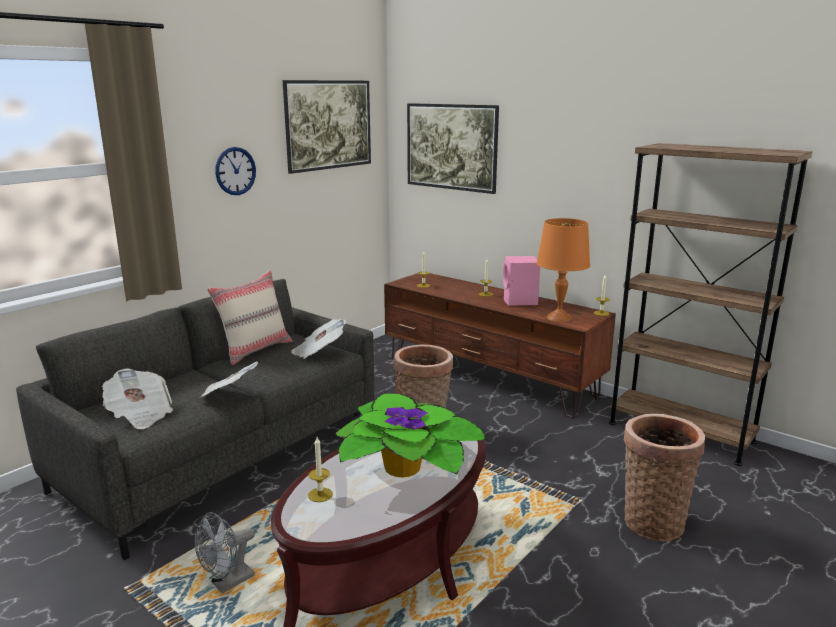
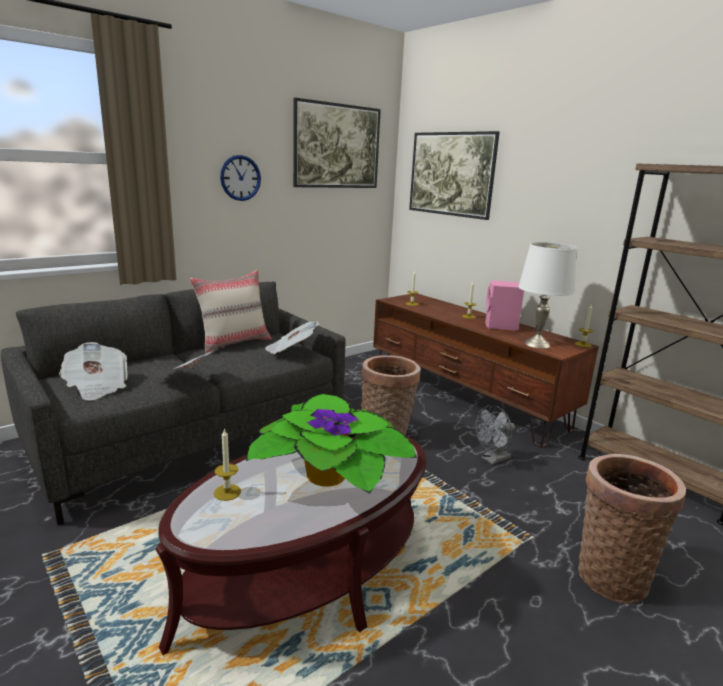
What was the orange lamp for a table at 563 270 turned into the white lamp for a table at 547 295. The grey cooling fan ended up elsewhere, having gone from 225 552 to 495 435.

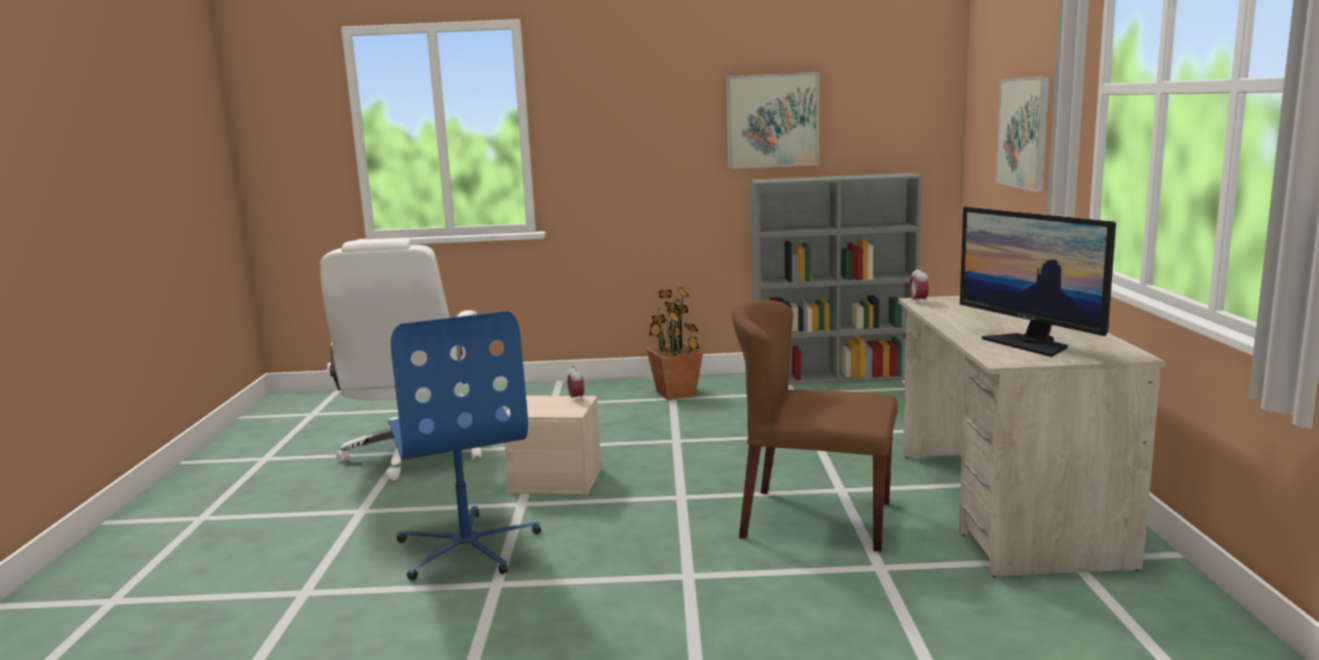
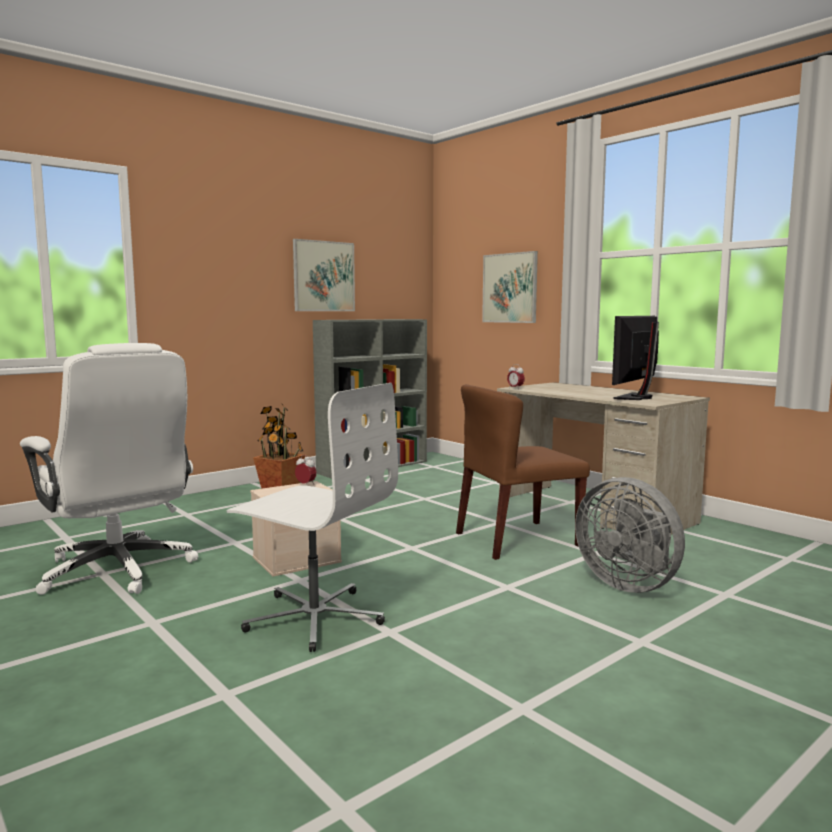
The monitor at 1038 282 ended up facing another way, 105 degrees clockwise from before. What was the bluish computer chair at 465 445 turned into the white computer chair at 312 517. The second view gained the grey cooling fan at 630 535.

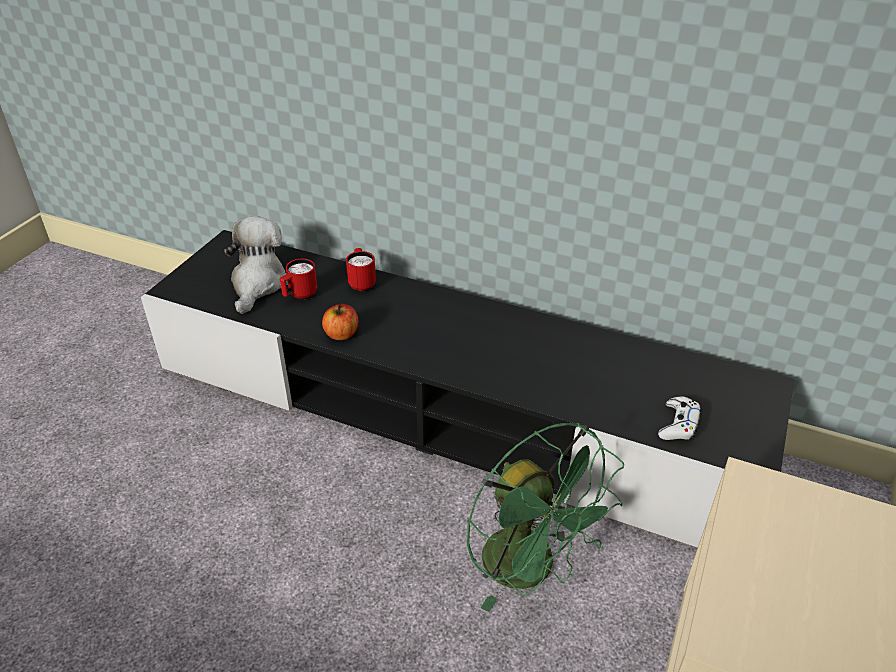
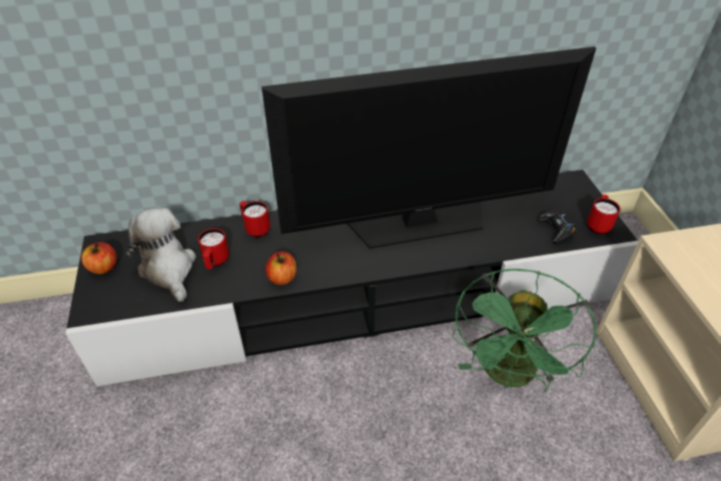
What was the white joypad at 679 418 turned into the black joypad at 557 227. The green cooling fan at 545 517 ended up facing another way, 90 degrees clockwise from before. The second view gained the TV set at 429 148. The second view gained the red-coloured tea mug at 603 214. The second view gained the whole apple at 99 258.

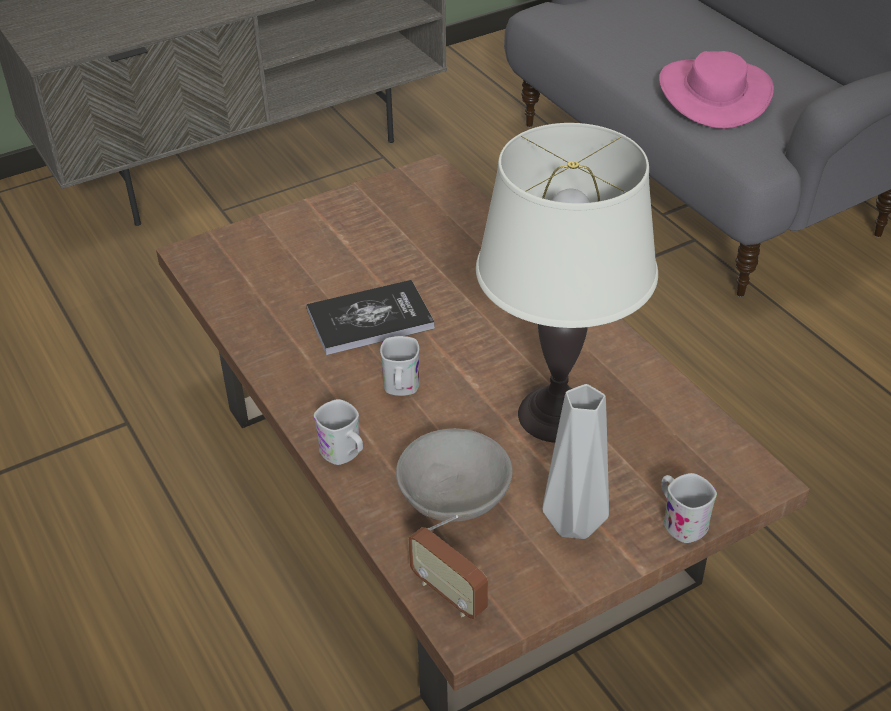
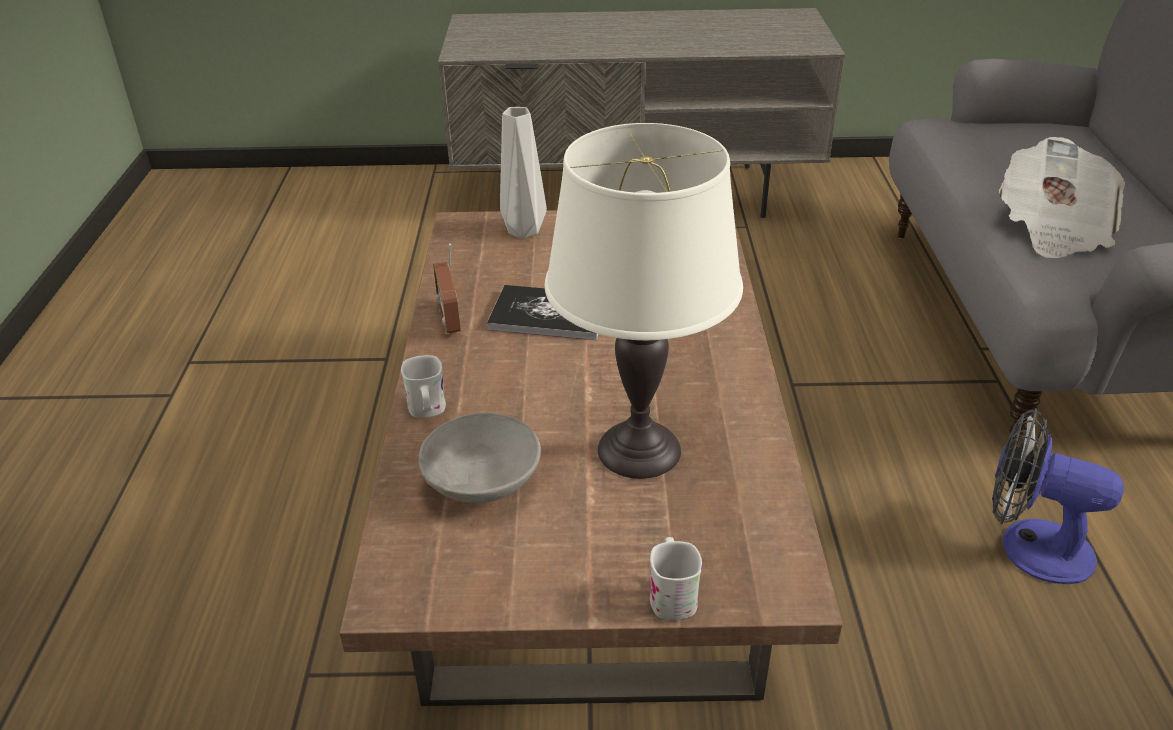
Where the pink-coloured clothing hat stood at 716 90, the newspaper came to stand at 1062 197. The second view lost the white tea mug at 400 366. The grey vase ended up elsewhere, having gone from 575 461 to 523 173. The radio ended up elsewhere, having gone from 448 567 to 447 288. The second view gained the cooling fan at 1058 496.

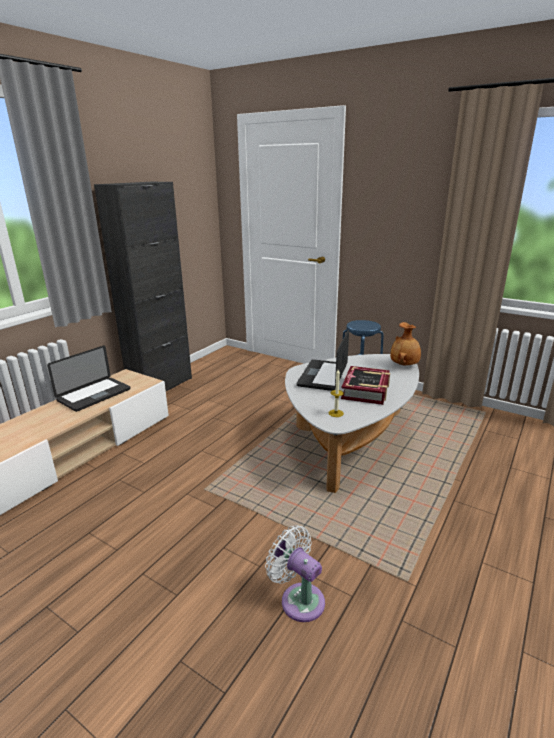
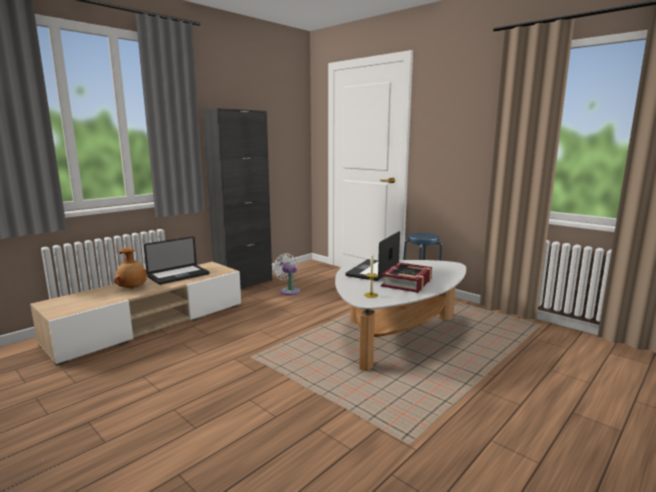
The brownish vase ended up elsewhere, having gone from 405 344 to 130 268. The white cooling fan ended up elsewhere, having gone from 295 573 to 286 274.

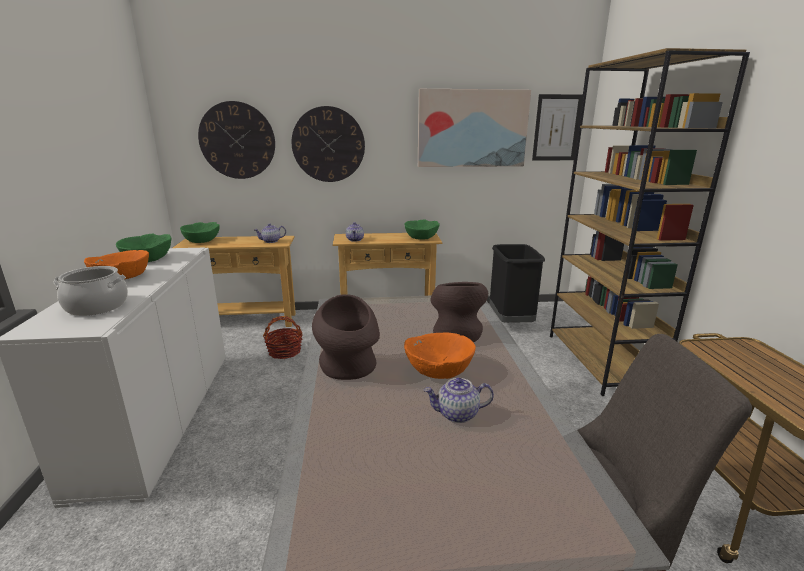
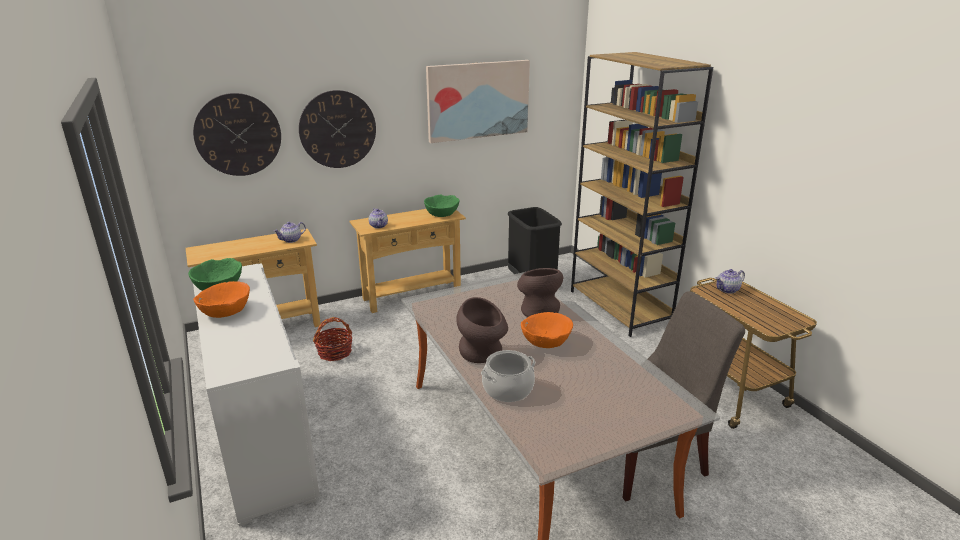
The second view lost the wall art at 557 127. The second view lost the green serving bowl at 200 232. The stockpot ended up elsewhere, having gone from 91 291 to 508 376. The teapot ended up elsewhere, having gone from 459 400 to 730 281.

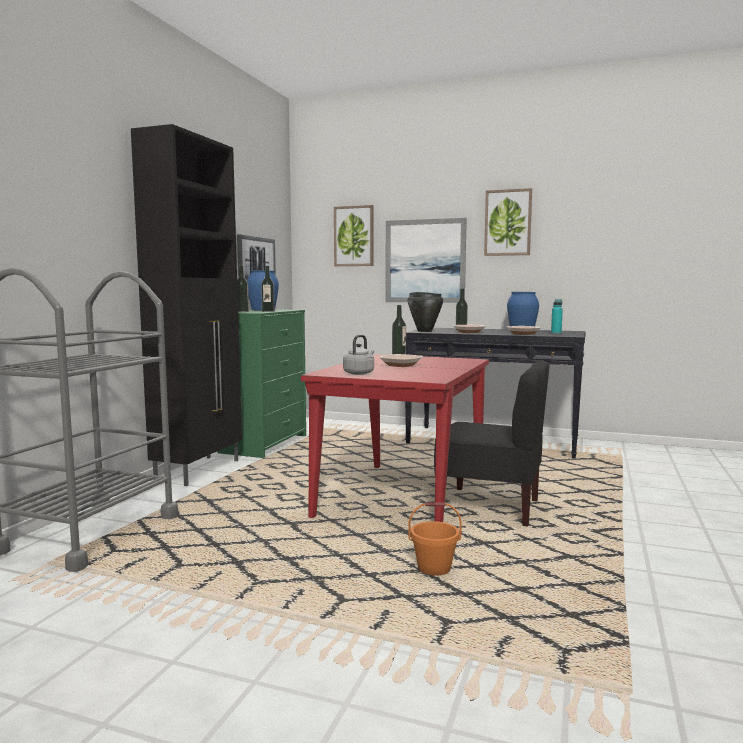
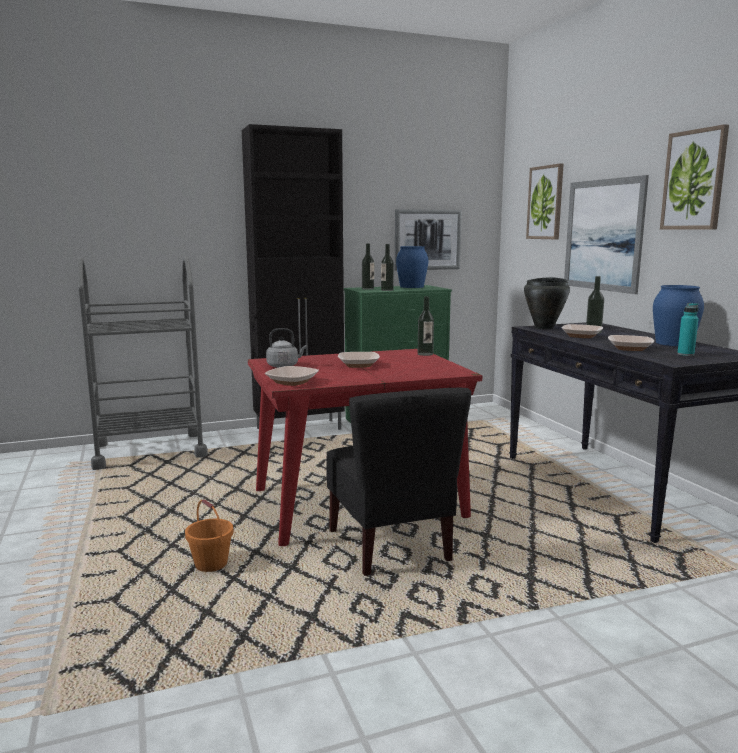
The second view gained the serving bowl at 292 376.

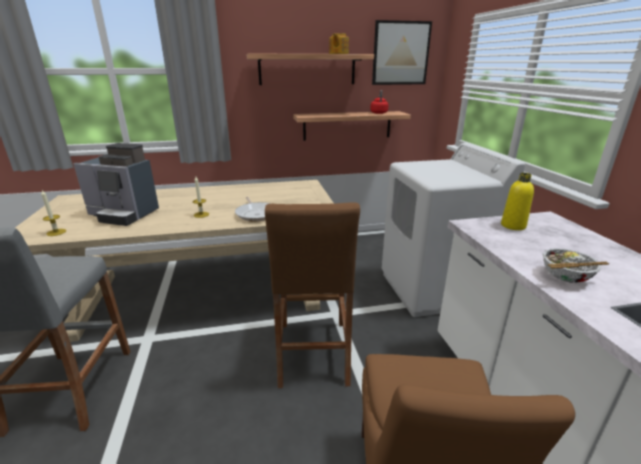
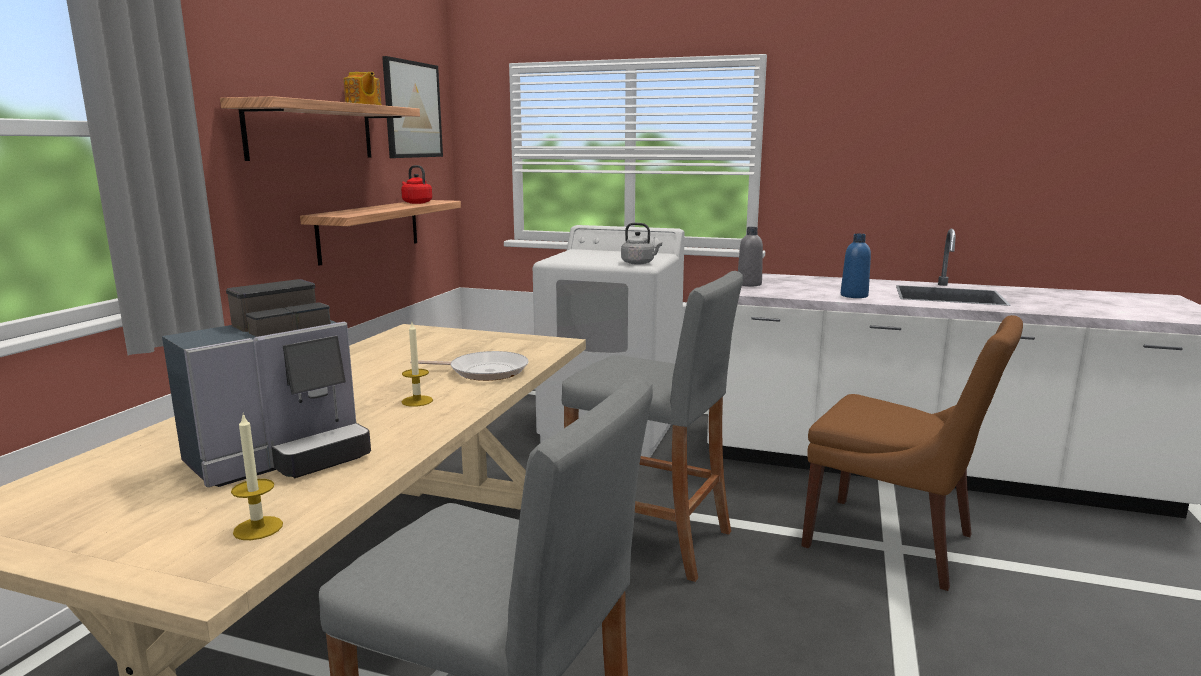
What was the yellow beverage bottle at 517 201 turned into the grey beverage bottle at 750 256. What was the brownish sitting stool at 312 295 turned into the grey sitting stool at 652 426. Where the serving bowl stood at 575 265, the bluish beverage bottle came to stand at 856 266. The second view gained the grey kettle at 641 244.

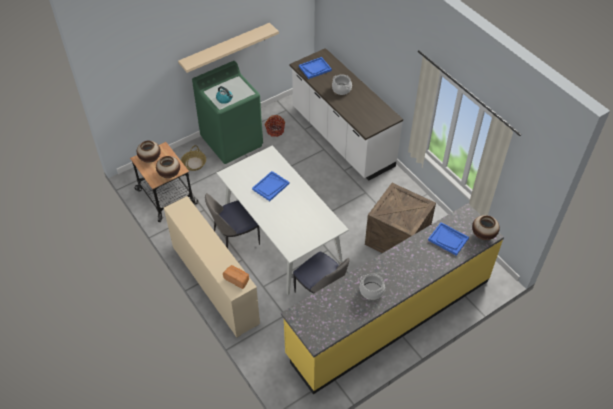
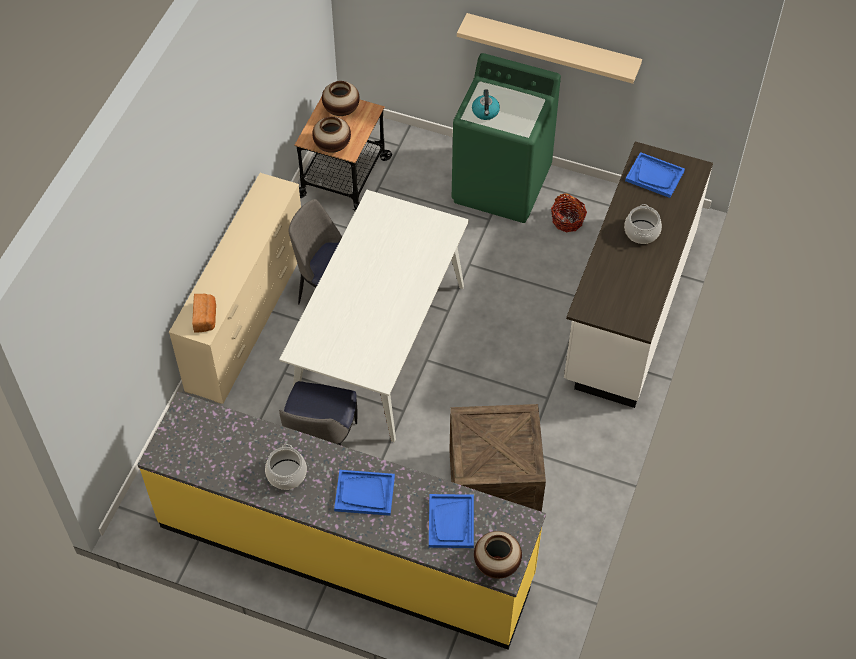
The second view lost the basket at 193 158. The bluish serving tray ended up elsewhere, having gone from 270 186 to 364 493.

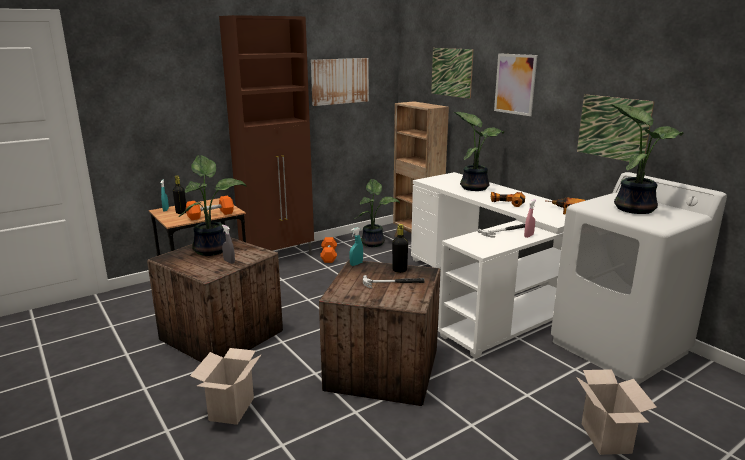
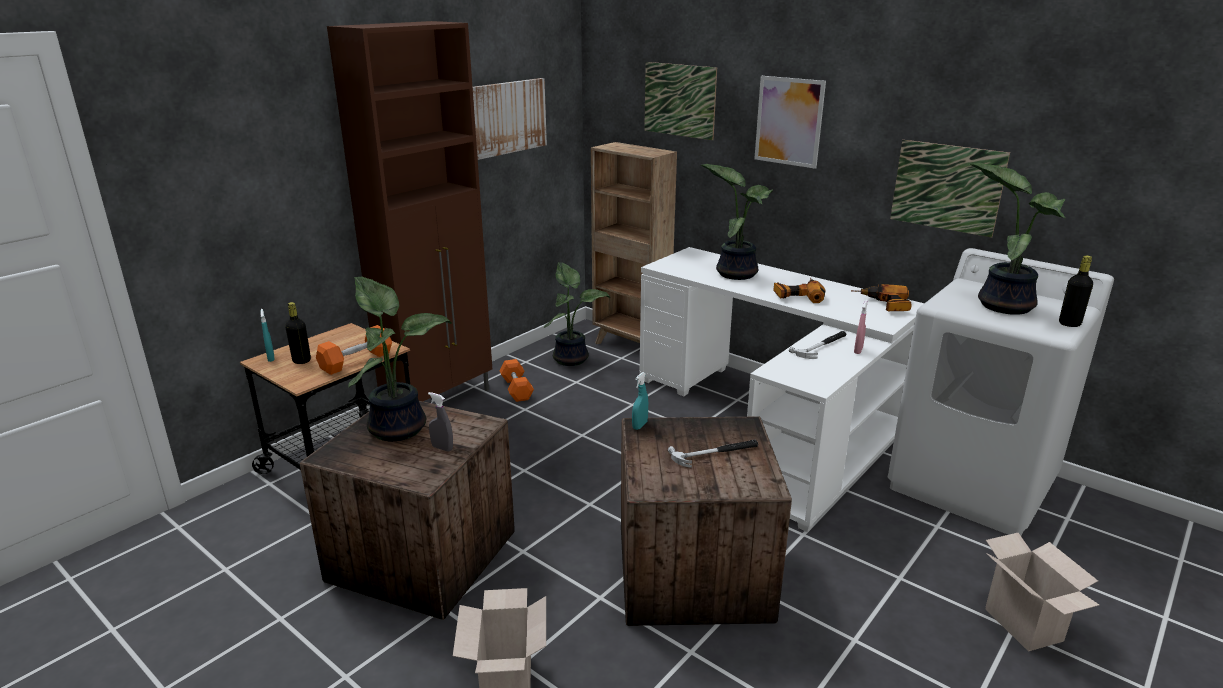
The black beverage bottle ended up elsewhere, having gone from 400 248 to 1076 291.

